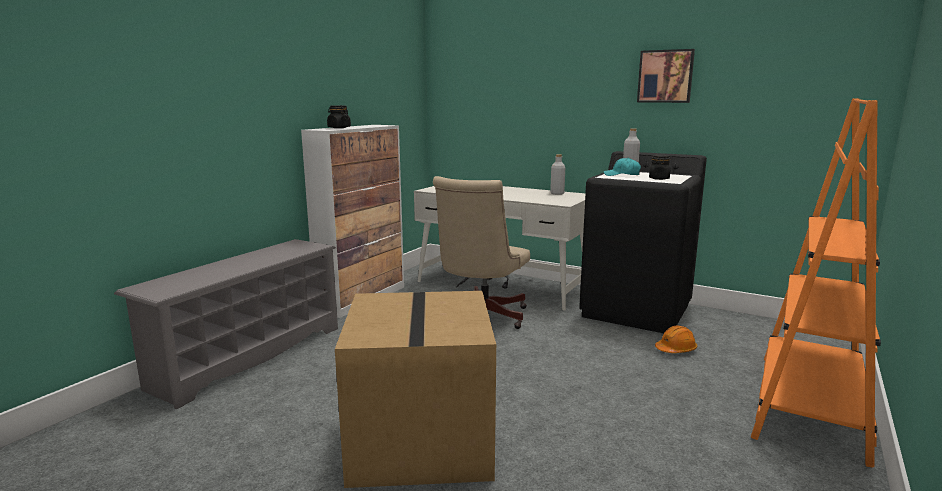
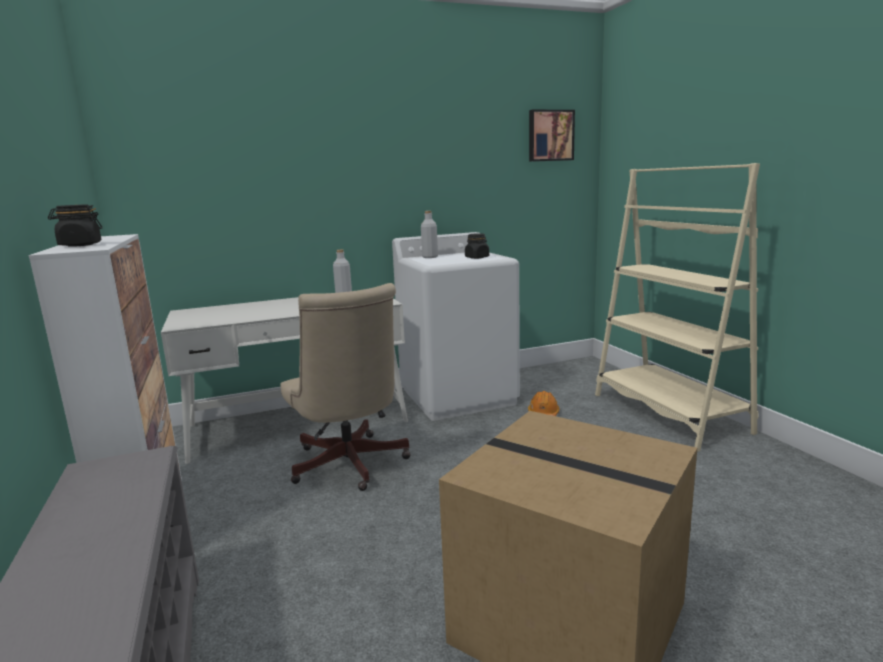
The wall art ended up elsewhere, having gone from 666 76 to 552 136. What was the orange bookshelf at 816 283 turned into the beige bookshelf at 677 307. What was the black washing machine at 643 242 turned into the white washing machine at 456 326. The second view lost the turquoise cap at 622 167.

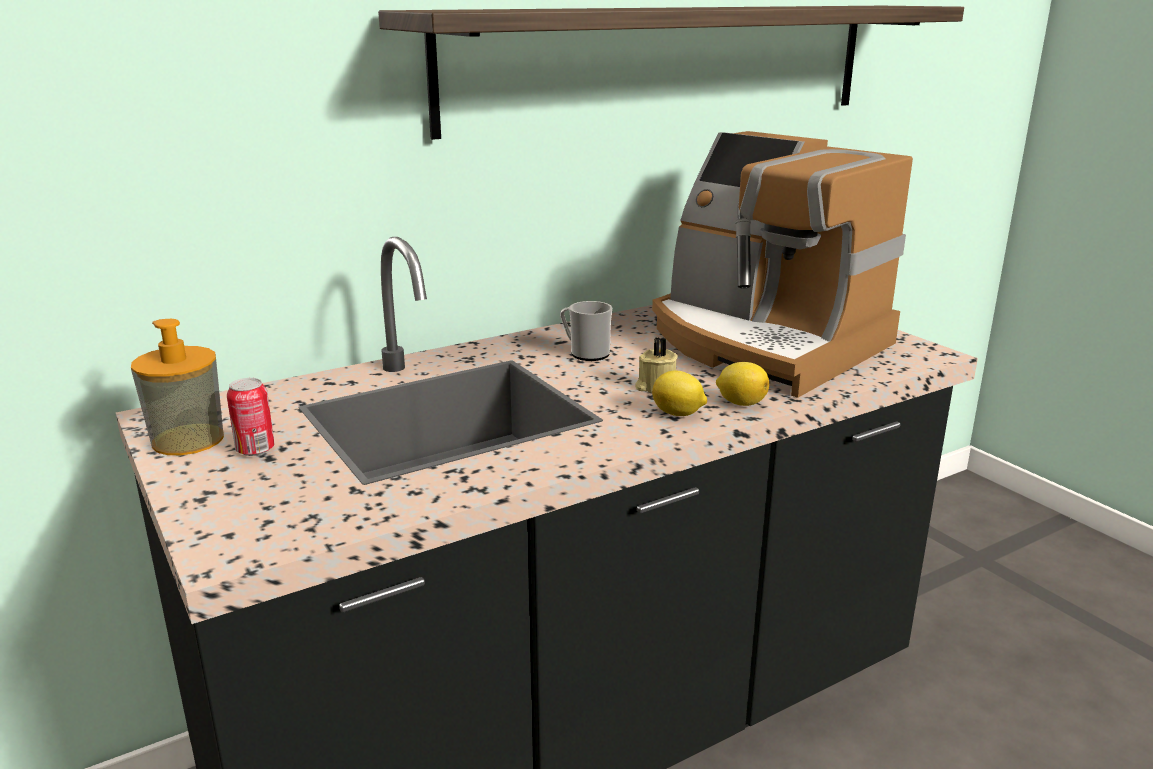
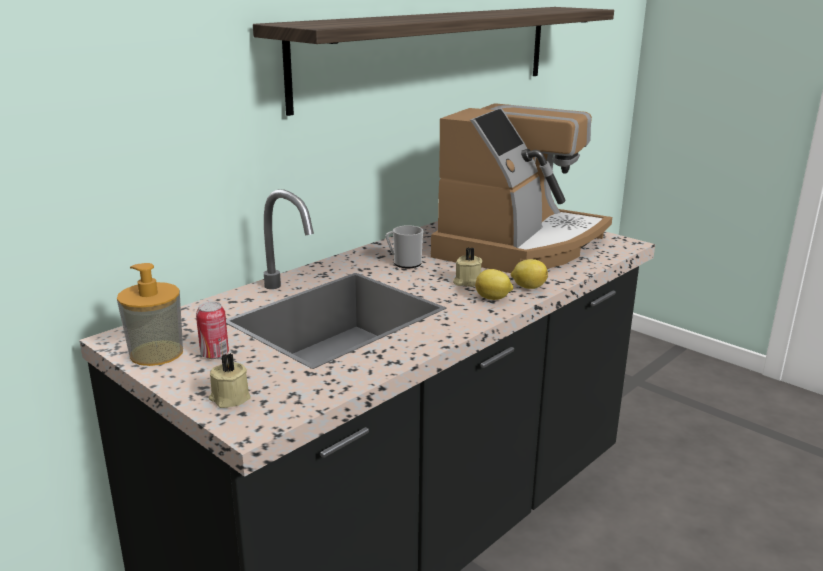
The coffee machine at 782 264 ended up facing another way, 90 degrees counterclockwise from before. The second view gained the beige wax light at 230 380.

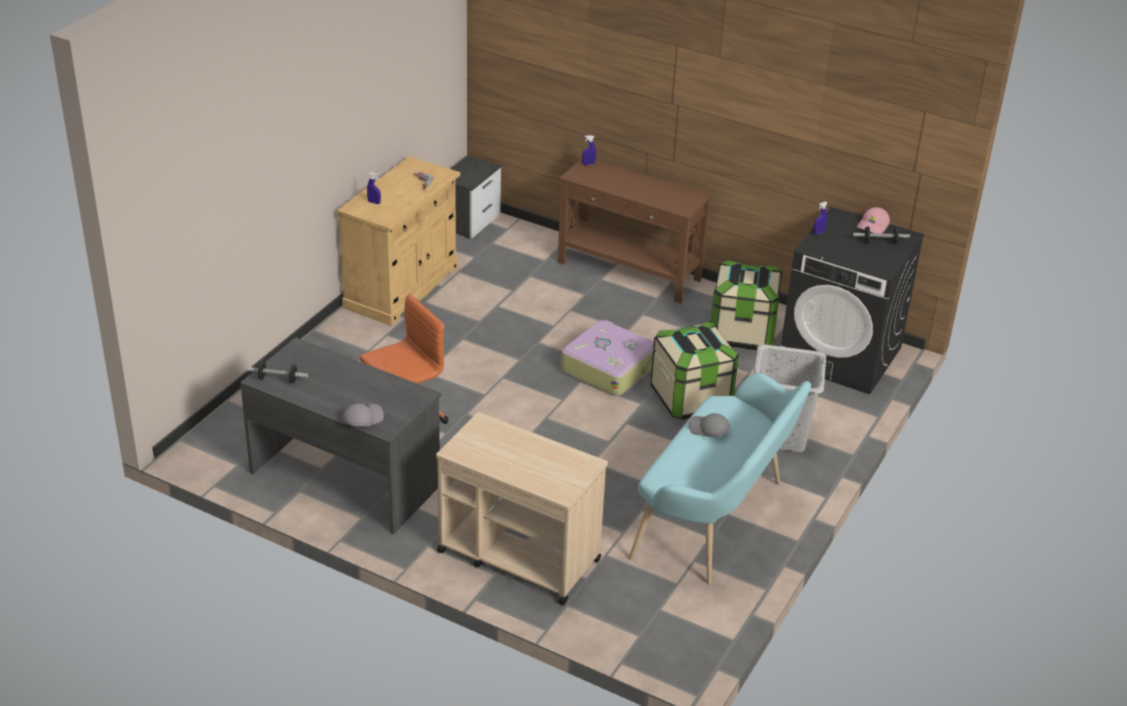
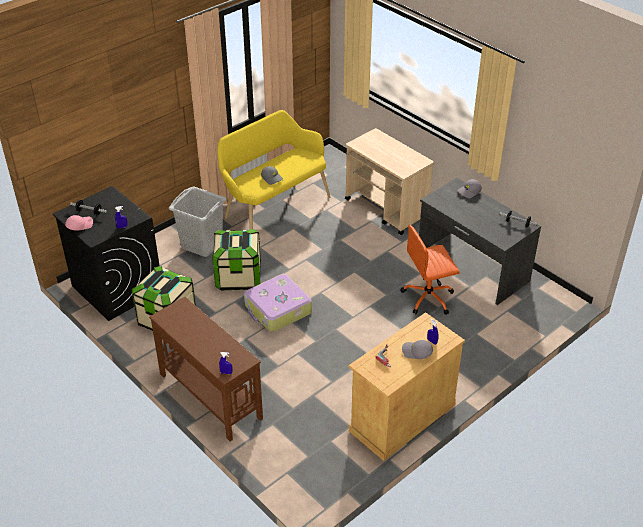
The second view lost the nightstand at 476 197. What was the turquoise indoor bench at 720 478 turned into the yellow indoor bench at 274 169. The second view gained the grey cap at 417 349.

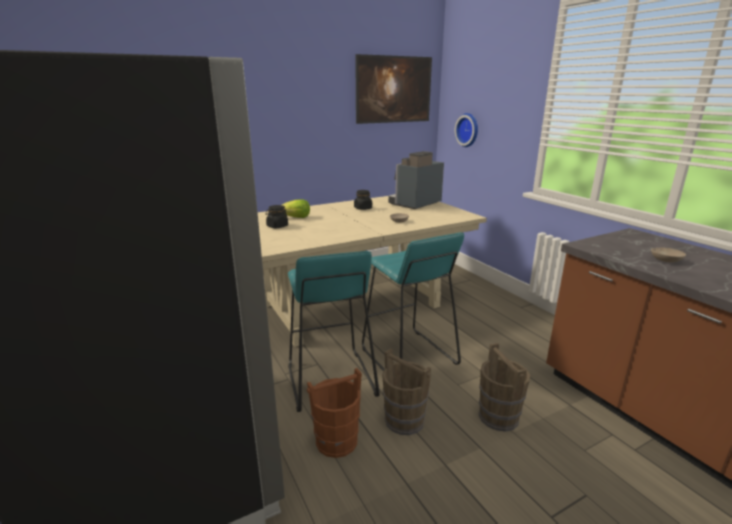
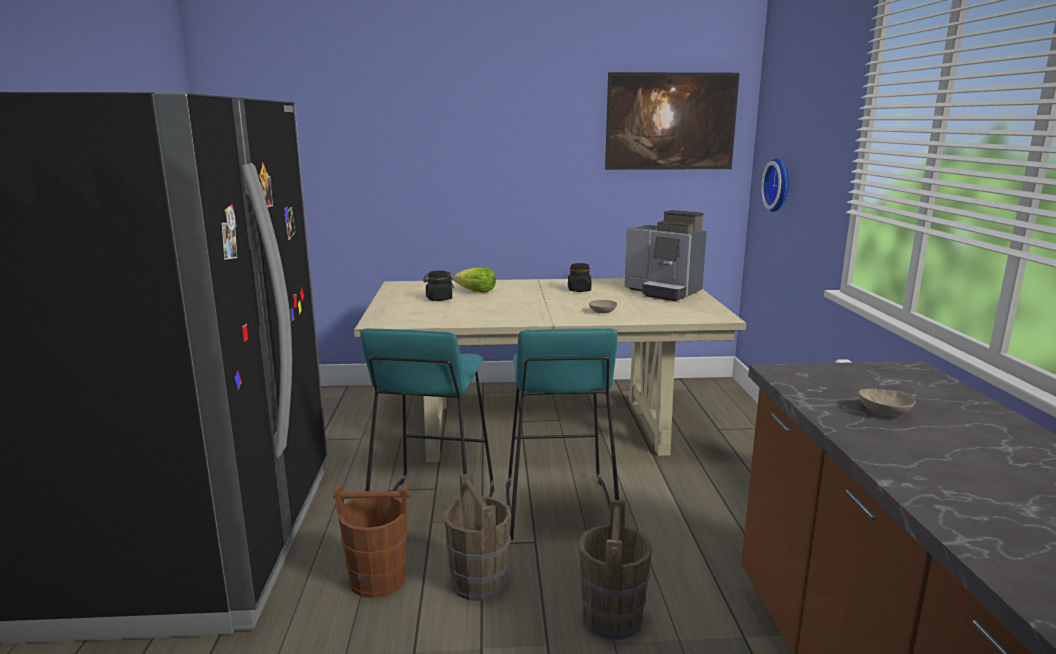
The coffee machine at 416 180 ended up facing another way, 120 degrees counterclockwise from before.

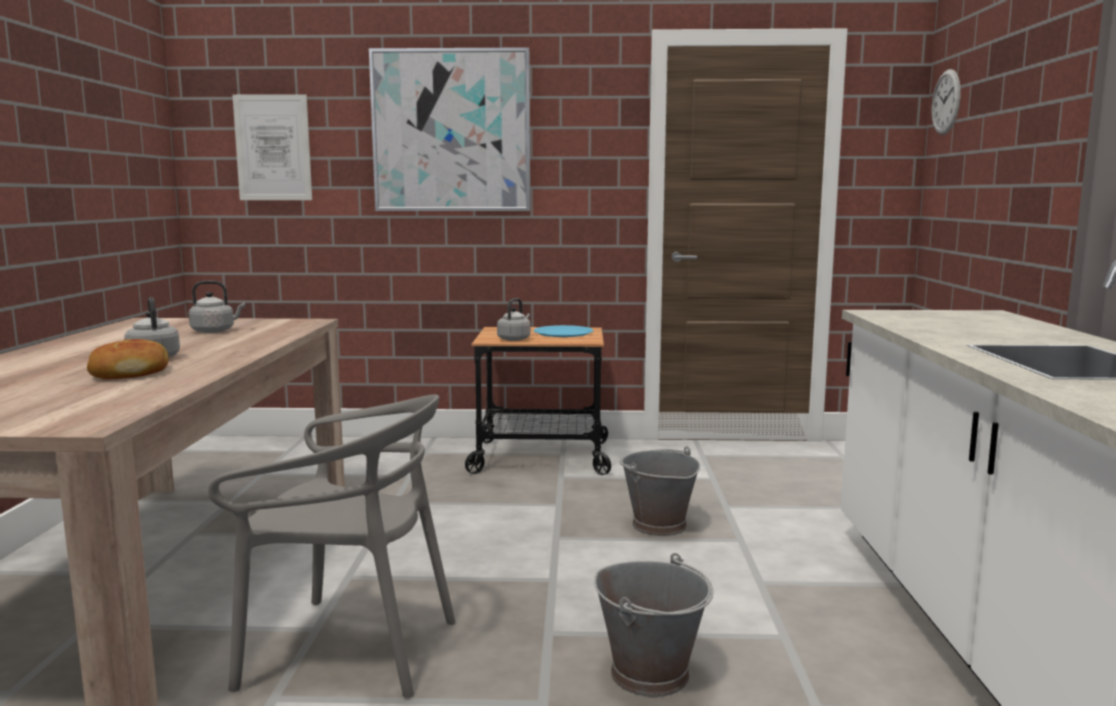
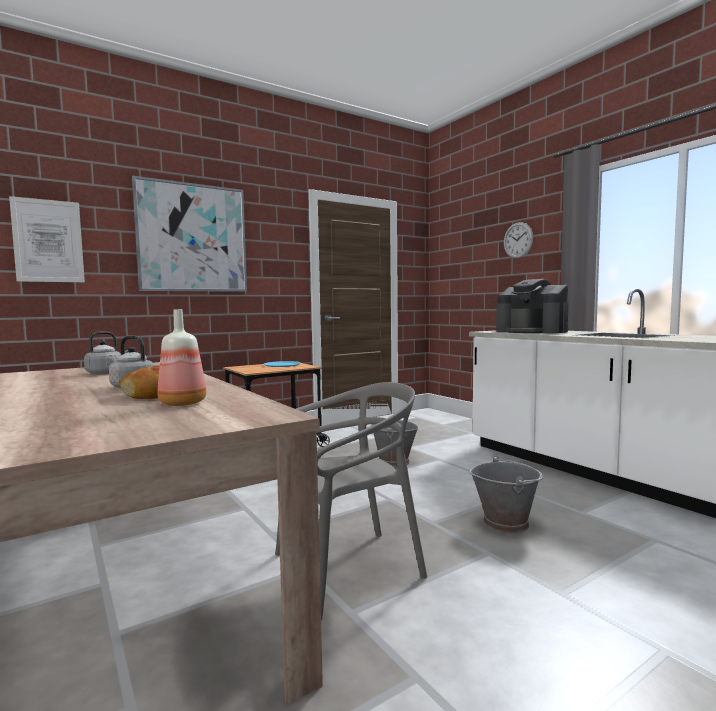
The wall clock ended up elsewhere, having gone from 946 102 to 518 240. The second view lost the grey kettle at 514 319. The second view gained the coffee machine at 532 306. The second view gained the beverage bottle at 182 357.

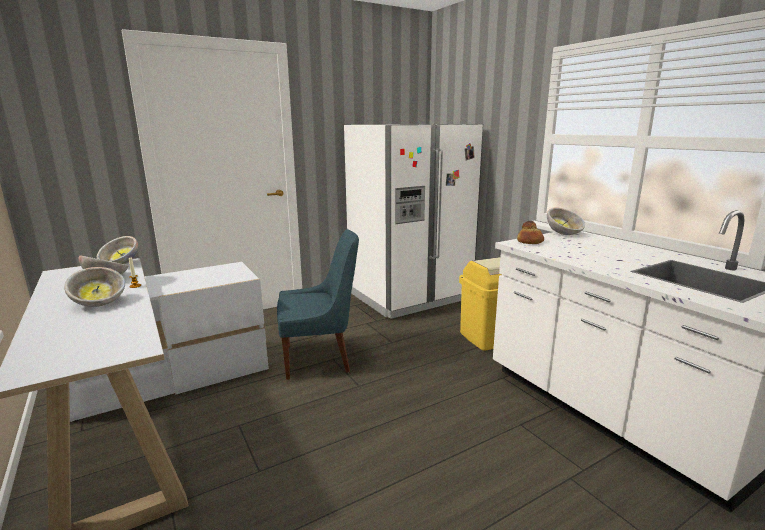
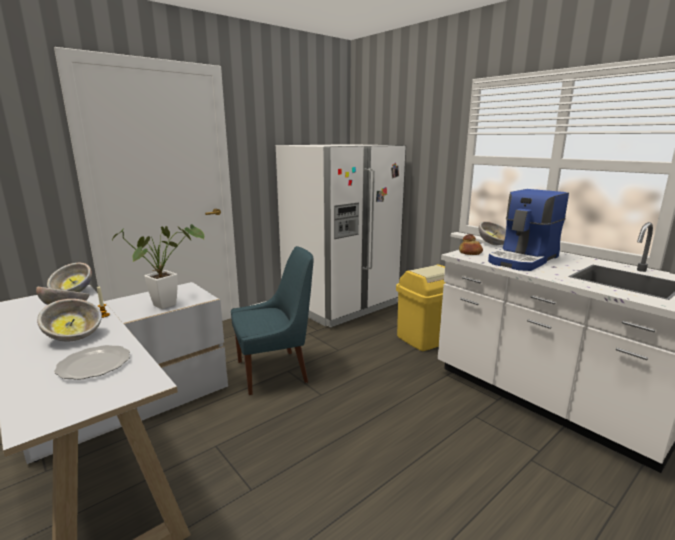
The second view gained the coffee machine at 528 230. The second view gained the potted plant at 158 266. The second view gained the dinner plate at 92 362.

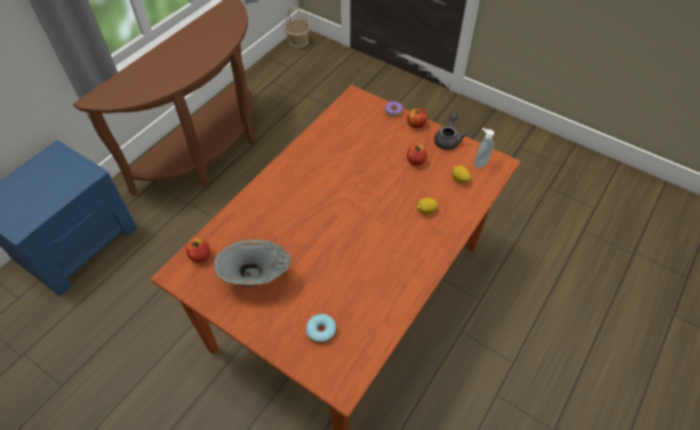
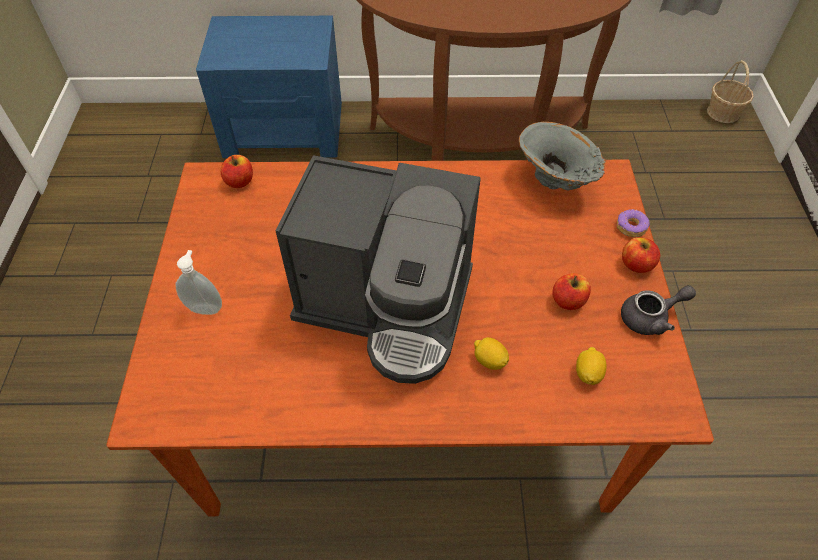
The soap dispenser ended up elsewhere, having gone from 484 148 to 198 282. The grey vase ended up elsewhere, having gone from 252 263 to 562 156. The second view lost the donut at 321 329. The second view gained the coffee machine at 378 269.

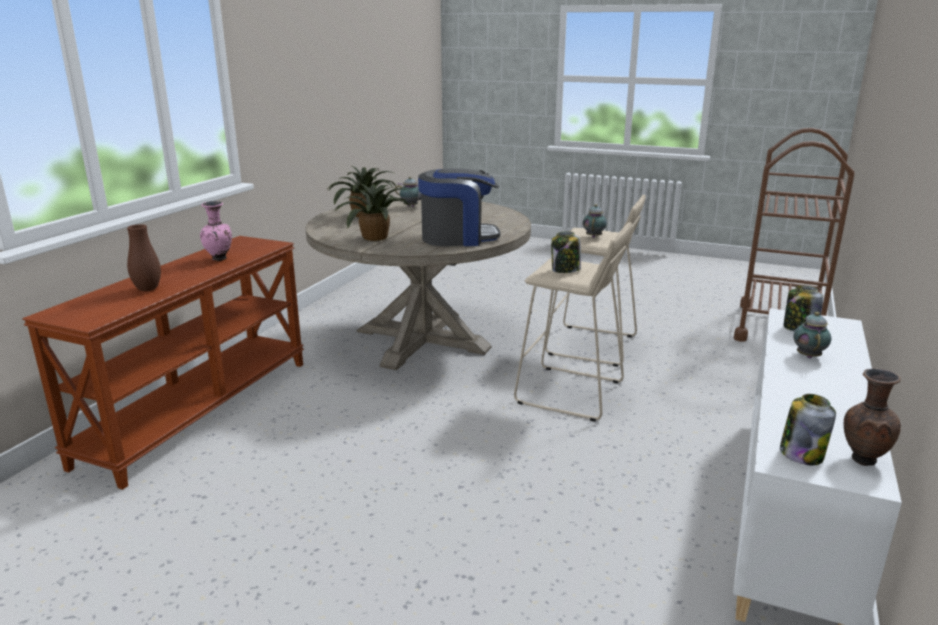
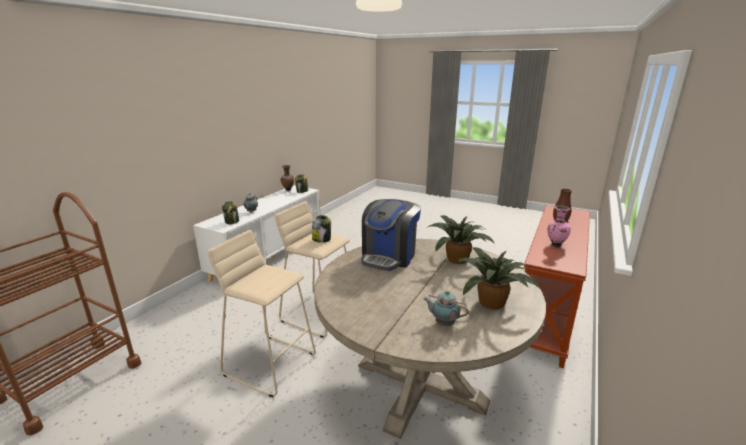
The coffee machine at 459 207 ended up facing another way, 60 degrees counterclockwise from before. The second view lost the teapot at 595 221.

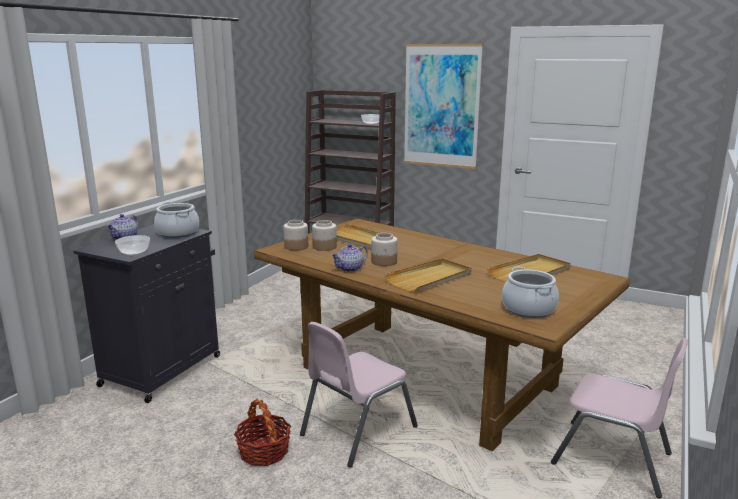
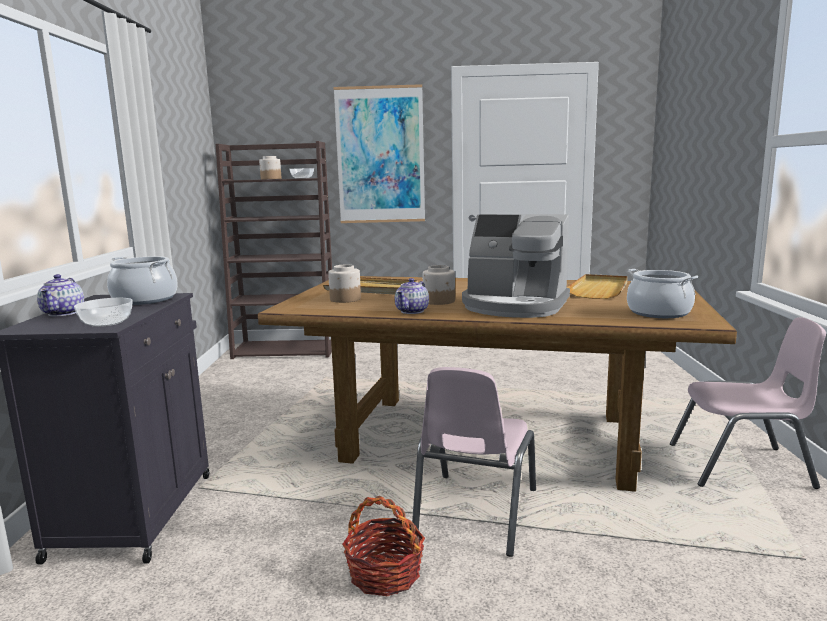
The storage jar ended up elsewhere, having gone from 295 235 to 270 167. Where the beige serving tray stood at 427 275, the coffee machine came to stand at 516 266.

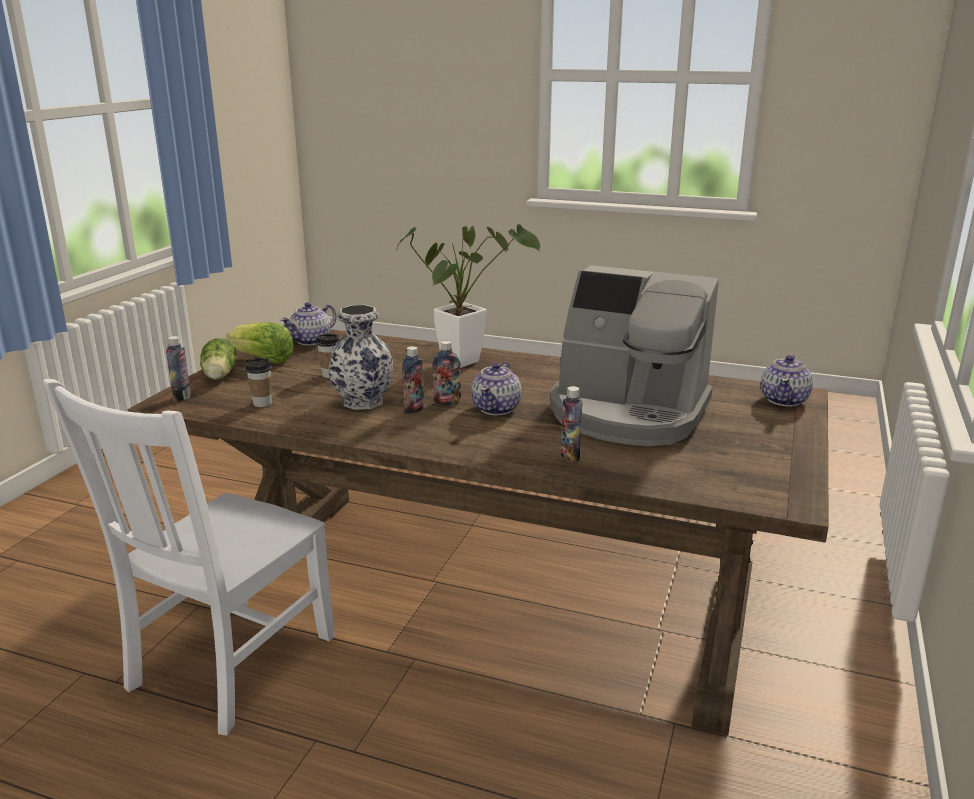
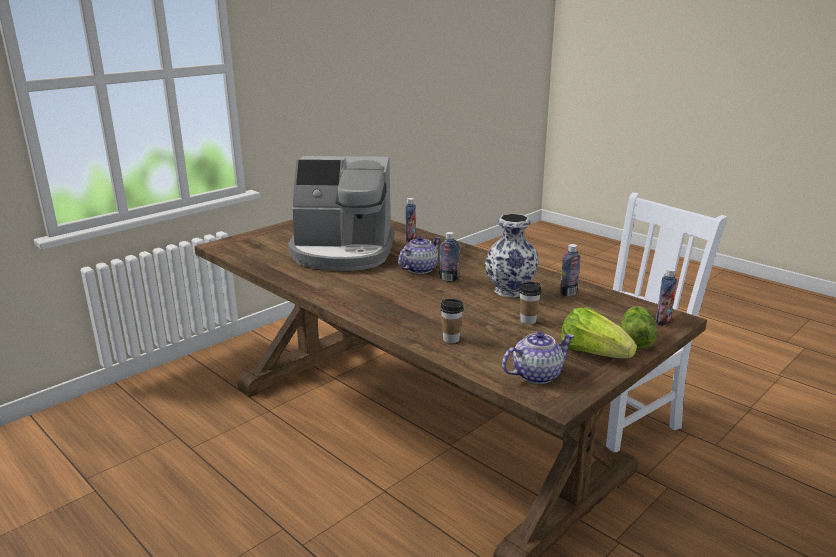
The second view lost the potted plant at 468 296. The coffee machine at 634 355 ended up facing another way, 135 degrees clockwise from before. The beverage bottle ended up elsewhere, having gone from 413 380 to 570 270. The second view lost the teapot at 787 380. The cup ended up elsewhere, having gone from 258 382 to 452 321.

